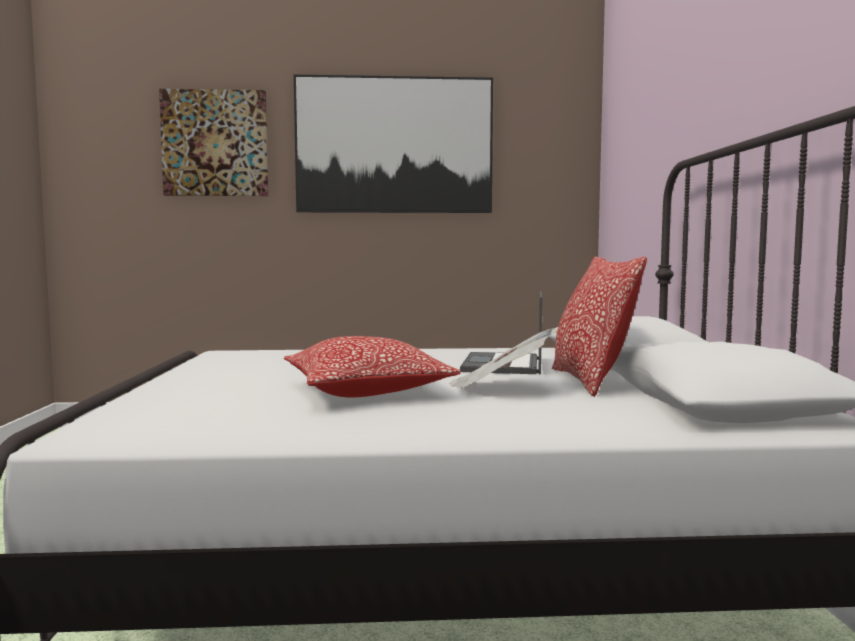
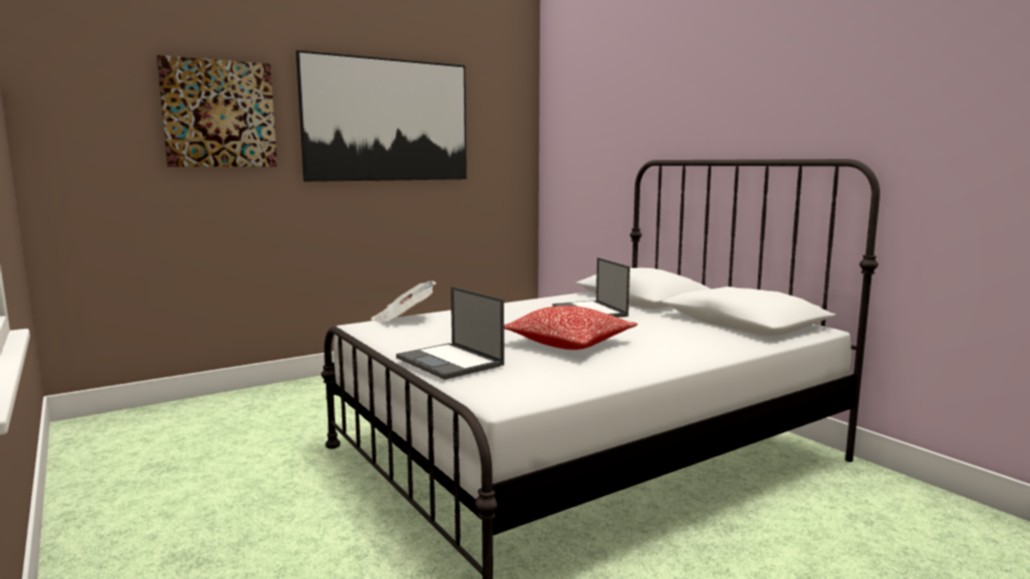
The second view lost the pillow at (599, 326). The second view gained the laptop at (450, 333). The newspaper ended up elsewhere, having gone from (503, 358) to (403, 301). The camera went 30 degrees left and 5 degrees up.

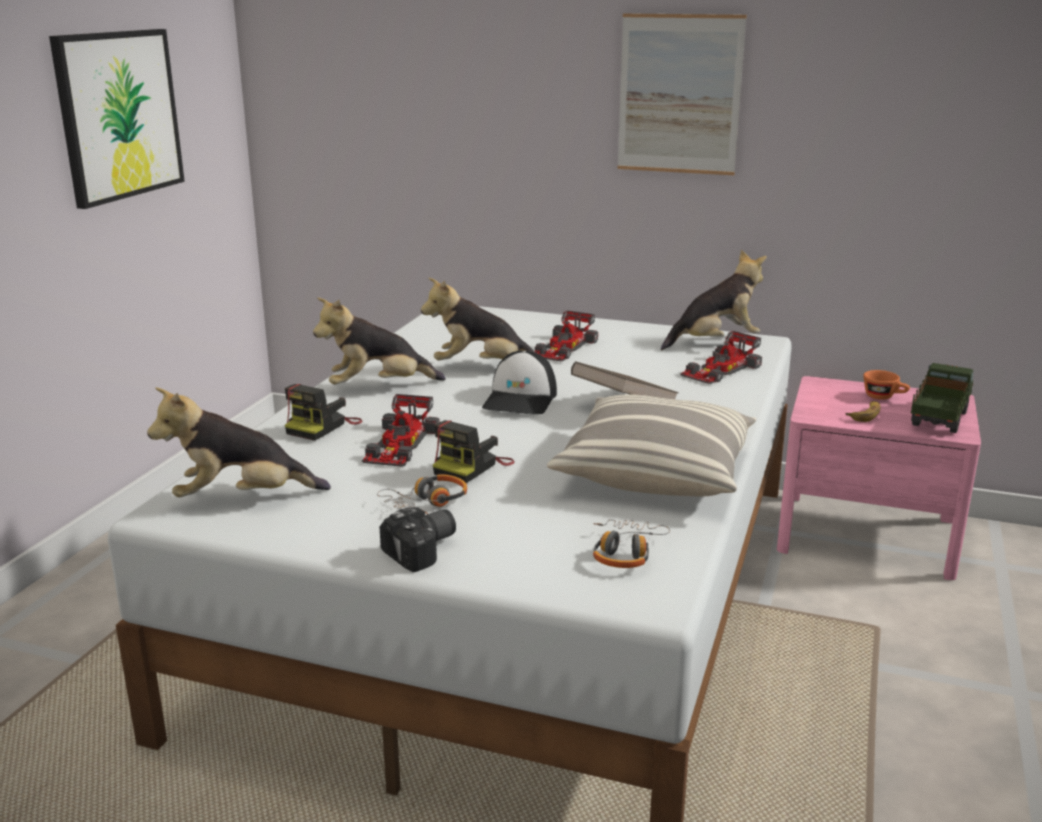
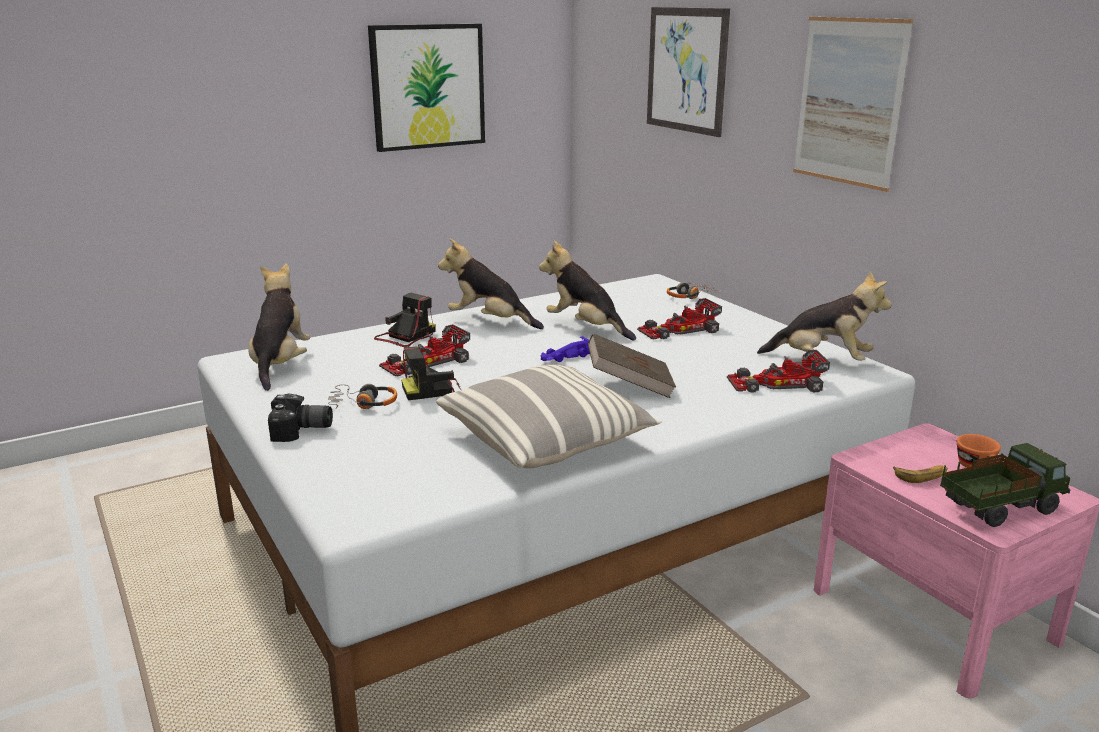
The second view gained the picture at (688, 72). The headphones ended up elsewhere, having gone from (631, 543) to (694, 290). Where the cap stood at (519, 382), the purple toy car came to stand at (565, 349). The plush toy at (239, 442) ended up facing another way, 60 degrees clockwise from before. The photo camera at (324, 412) ended up facing another way, 150 degrees clockwise from before. The camera went 40 degrees right and 0 degrees up.

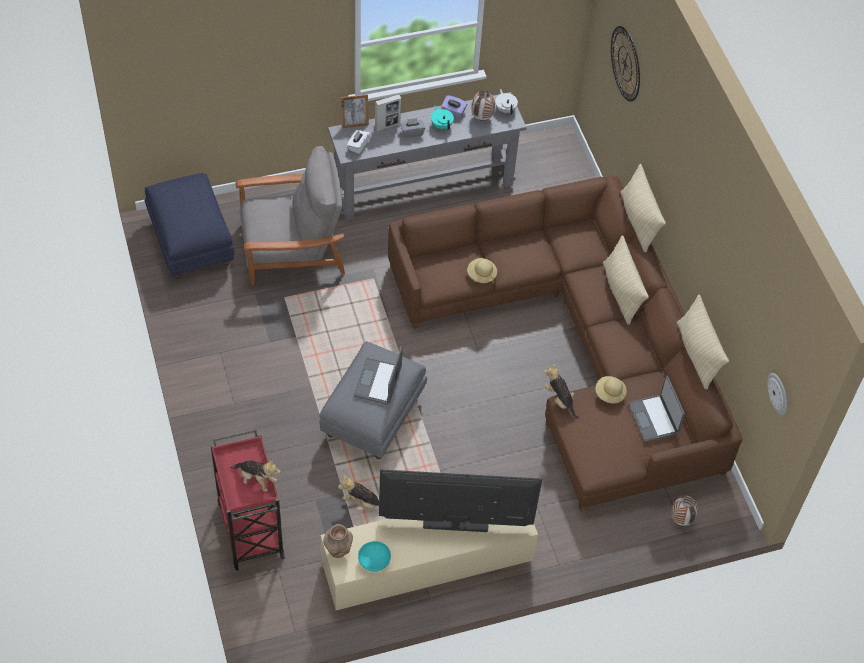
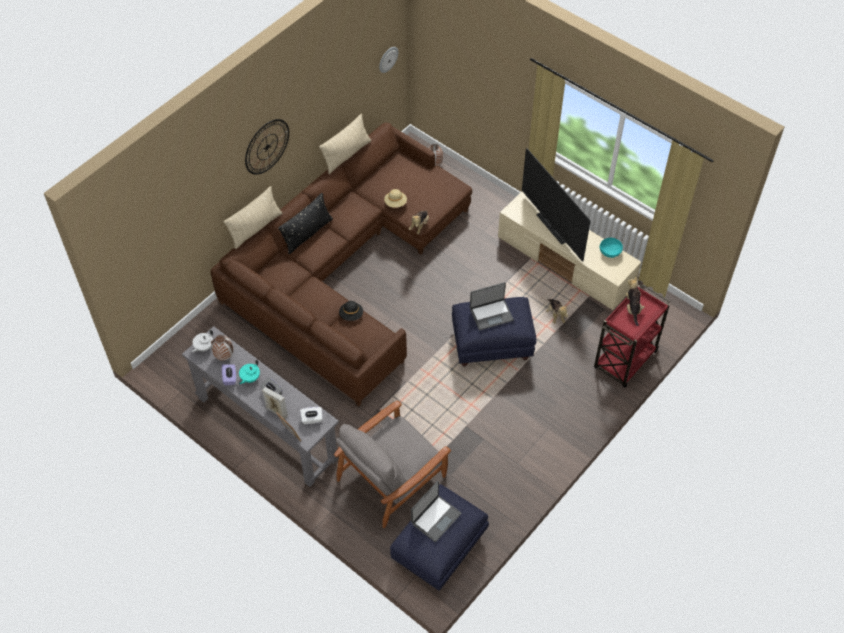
The second view lost the brown vase at (338, 541). The wall clock ended up elsewhere, having gone from (625, 64) to (267, 147). The laptop ended up elsewhere, having gone from (656, 408) to (436, 511). What was the grey ottoman at (373, 400) turned into the blue ottoman at (494, 332). What was the beige hat at (482, 271) turned into the black hat at (351, 311). What was the beige pillow at (626, 280) turned into the black pillow at (305, 223). The grey armchair at (290, 215) ended up facing another way, 90 degrees counterclockwise from before. The camera went 120 degrees left and 0 degrees up.

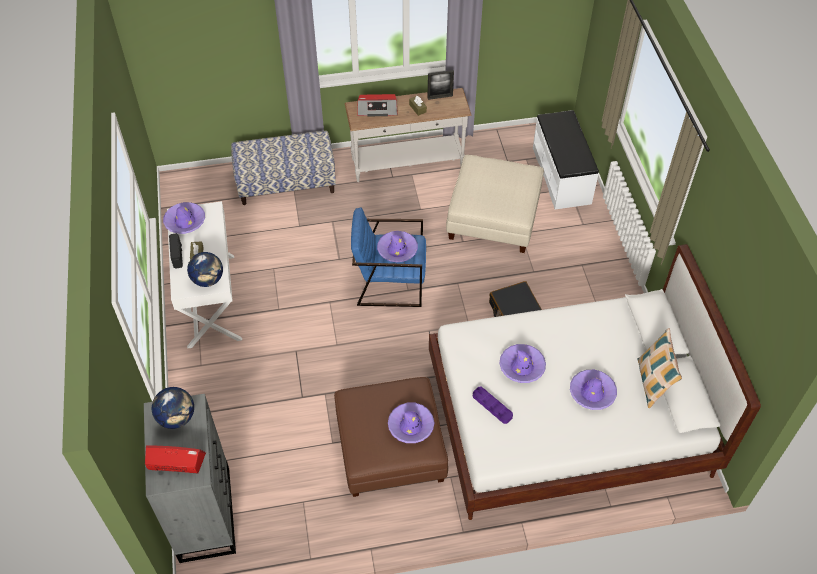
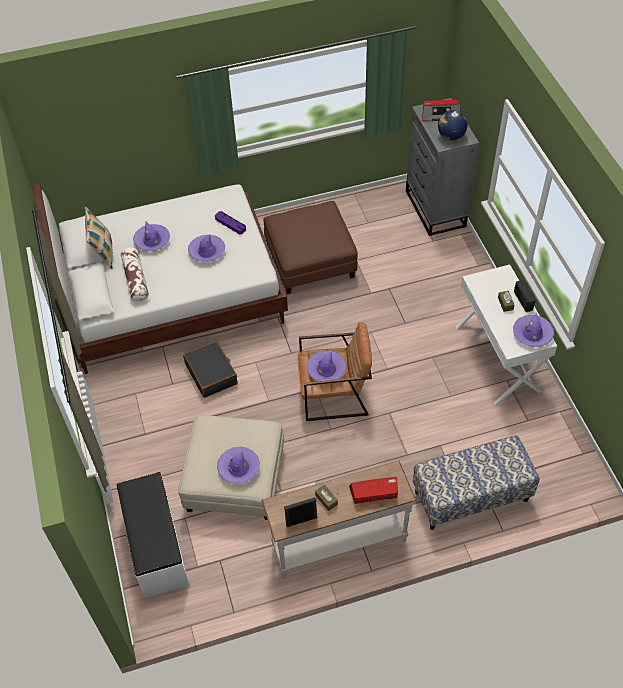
The second view lost the globe at (205, 269). The second view gained the pillow at (135, 274). The purple hat ended up elsewhere, having gone from (411, 423) to (238, 465). What was the blue armchair at (388, 257) turned into the brown armchair at (334, 371). The camera went 175 degrees right and 0 degrees up.

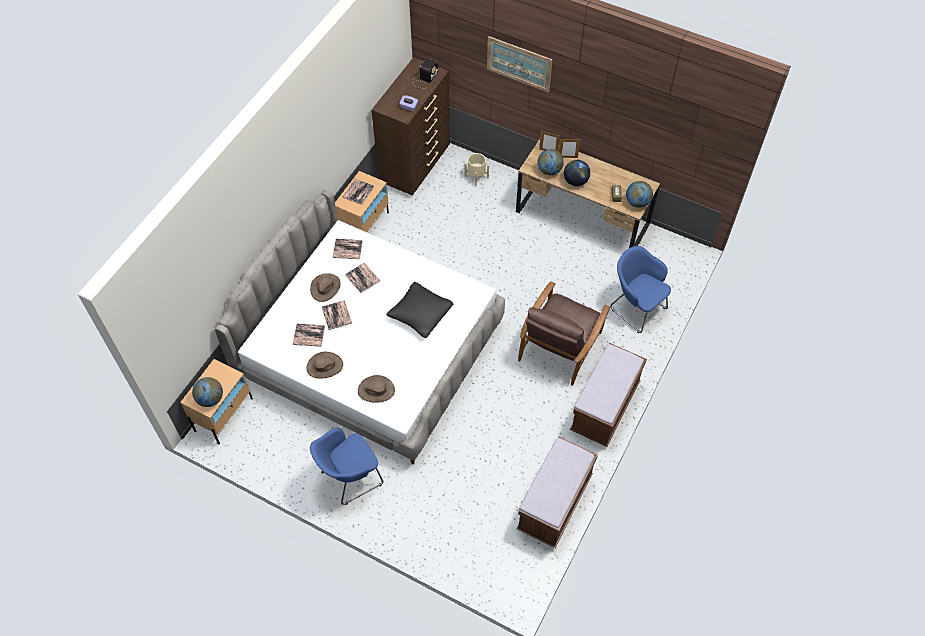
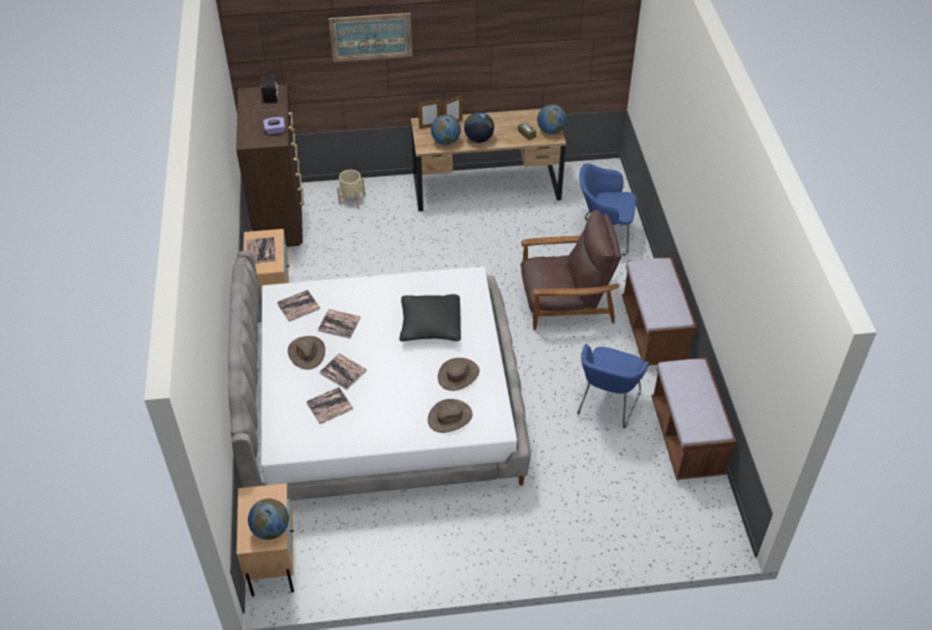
The brown hat ended up elsewhere, having gone from (324, 365) to (458, 374). The blue armchair ended up elsewhere, having gone from (346, 466) to (613, 386). The brown armchair at (564, 333) ended up facing another way, 90 degrees counterclockwise from before. The camera went 35 degrees left and 10 degrees down.

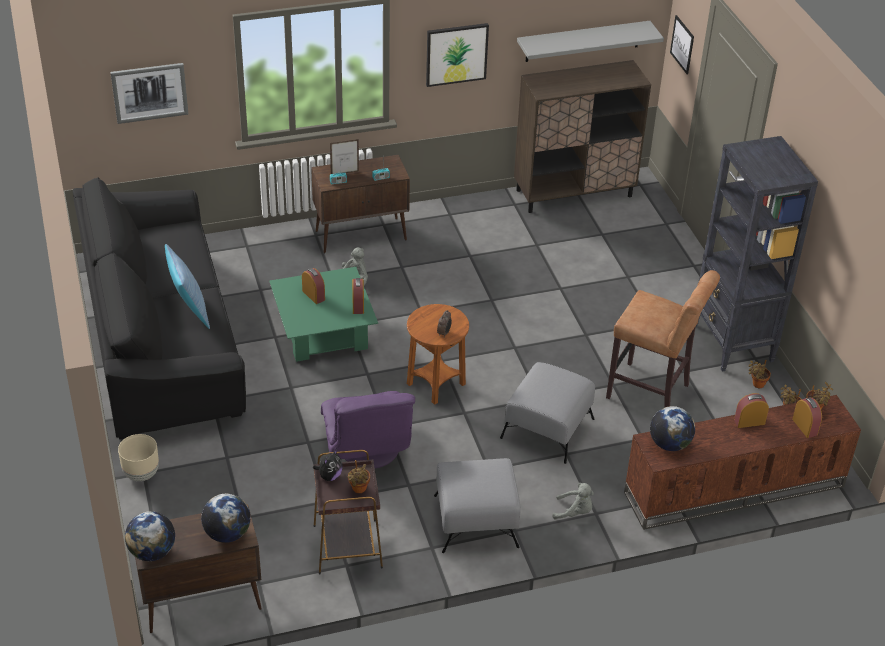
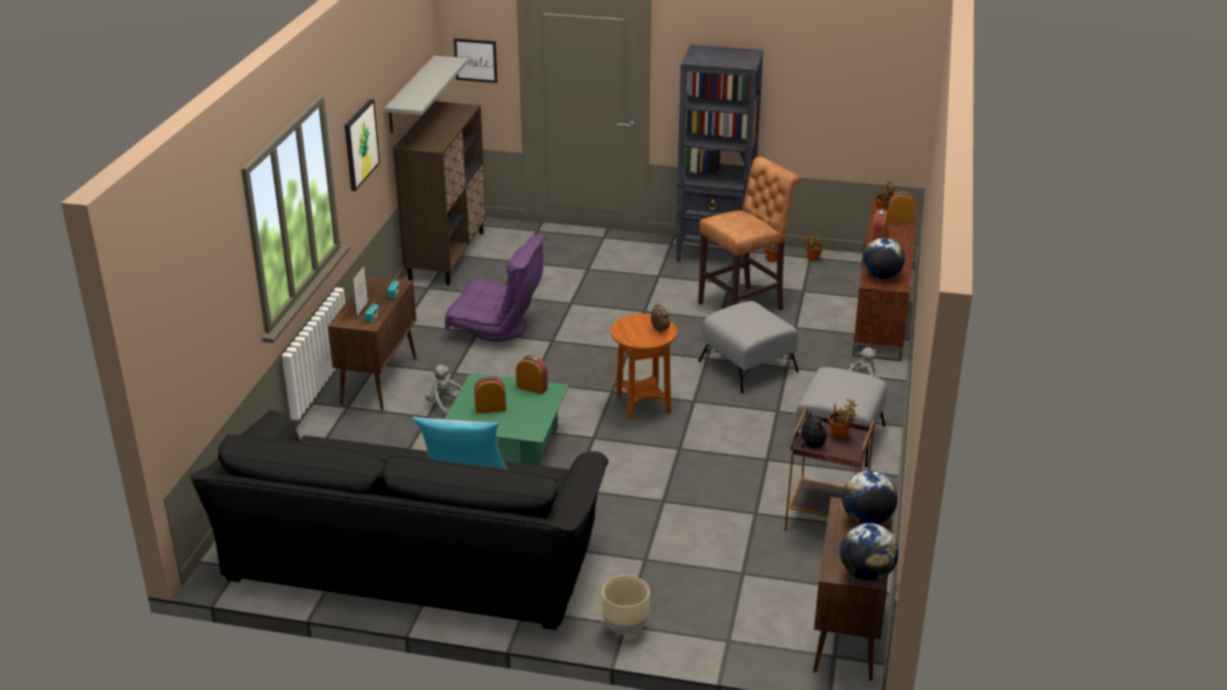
The second view lost the picture at (149, 93). The purple armchair ended up elsewhere, having gone from (368, 429) to (495, 288). The camera went 60 degrees left and 10 degrees down.

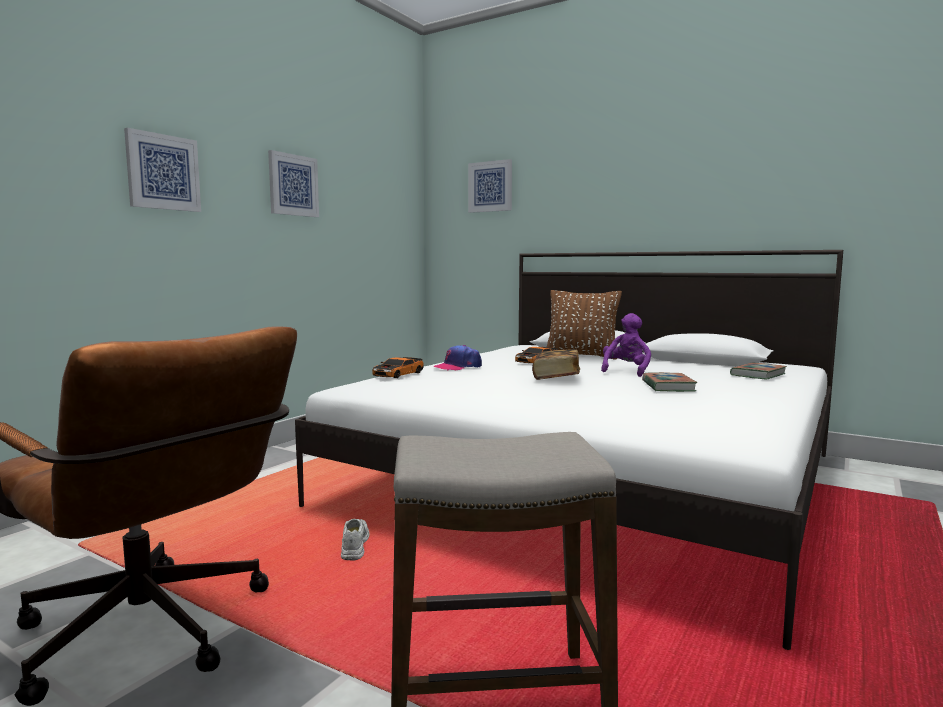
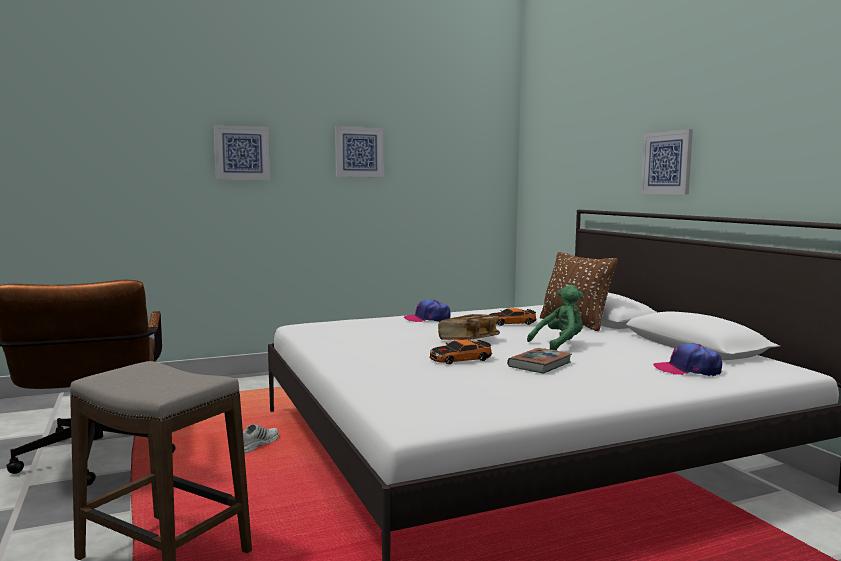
The toy car ended up elsewhere, having gone from (397, 367) to (461, 352). The picture ended up elsewhere, having gone from (490, 186) to (667, 161). Where the book stood at (758, 371), the cap came to stand at (687, 359). What was the purple plush toy at (626, 345) turned into the green plush toy at (555, 317). The camera went 35 degrees right and 0 degrees up.

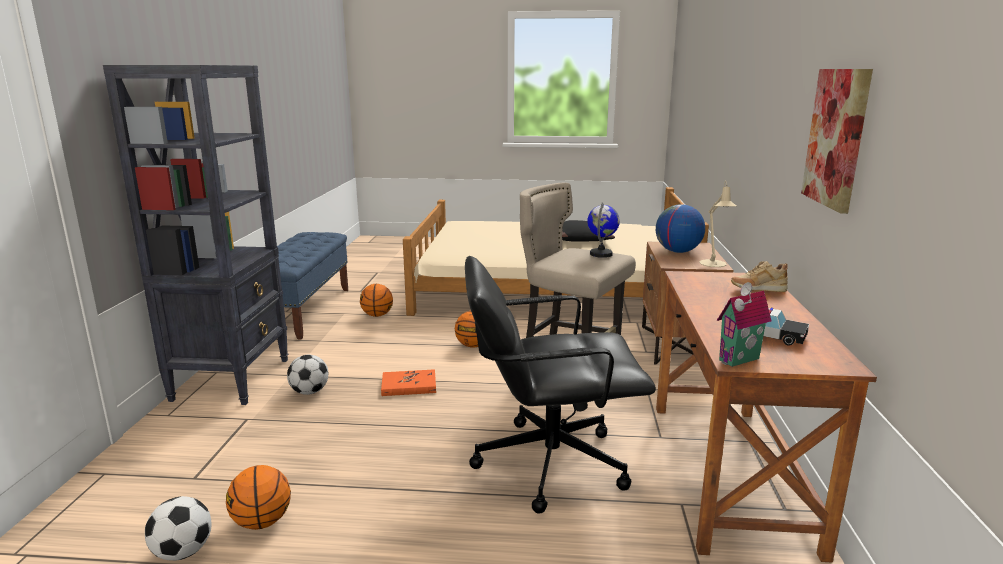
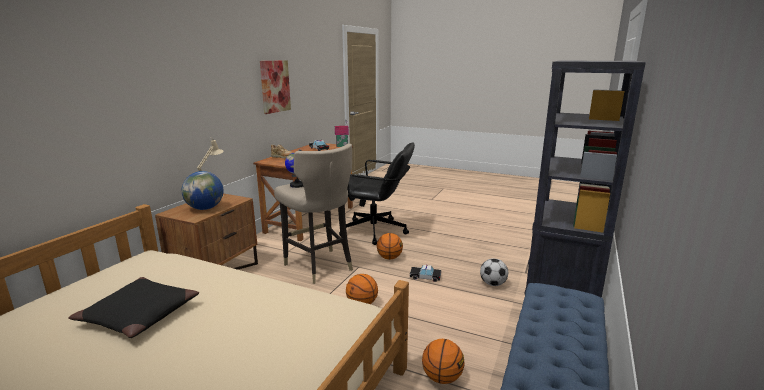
The second view lost the football at (178, 528). The basketball ended up elsewhere, having gone from (258, 497) to (390, 246). Where the orange book stood at (408, 382), the toy car came to stand at (425, 273). The camera went 160 degrees left and 0 degrees up.

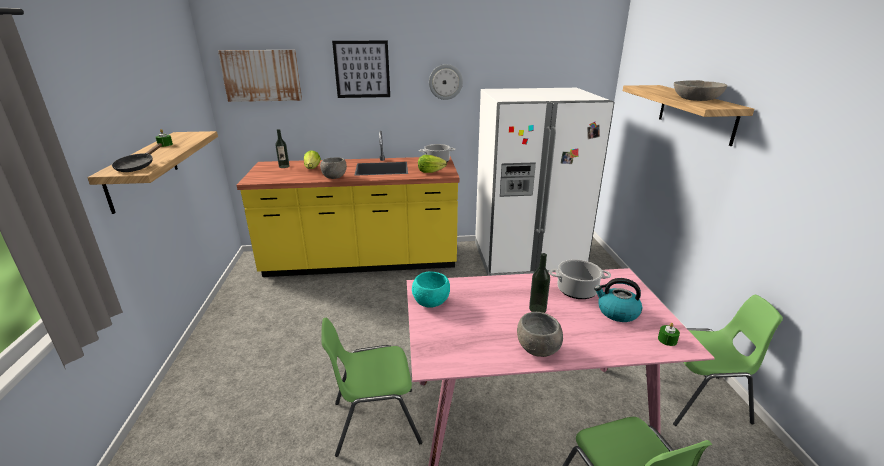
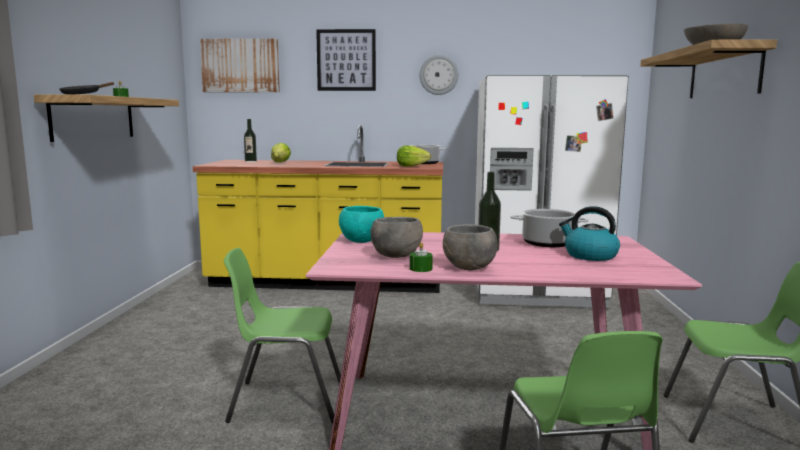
The grey bowl ended up elsewhere, having gone from (333, 168) to (397, 237). The green candle ended up elsewhere, having gone from (669, 334) to (421, 257). The camera went 10 degrees right and 15 degrees down.

